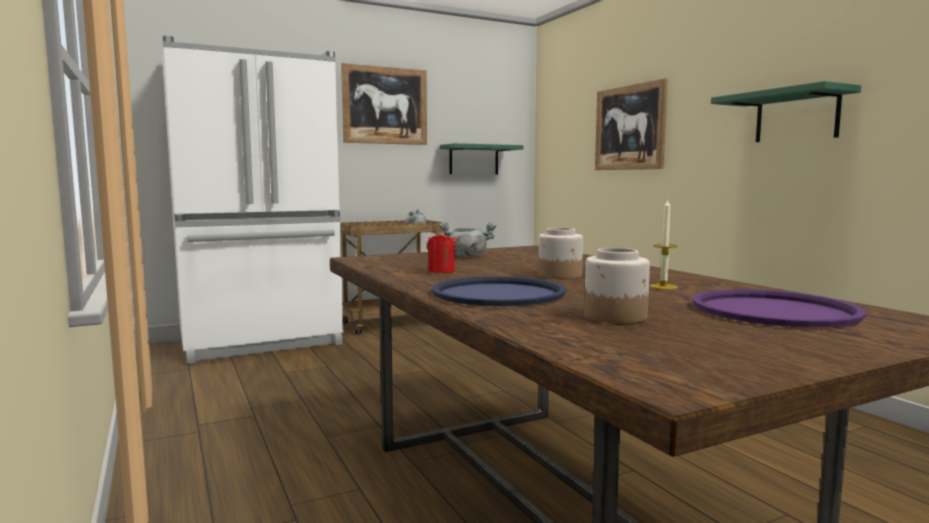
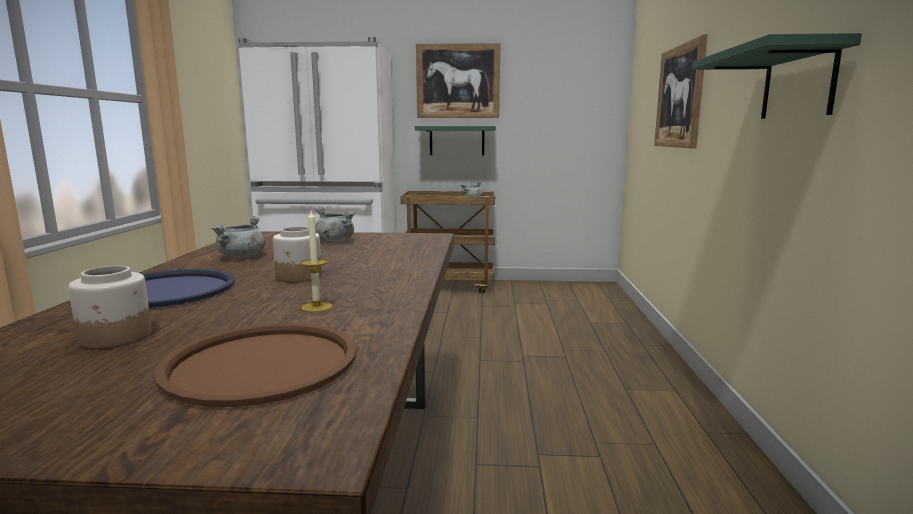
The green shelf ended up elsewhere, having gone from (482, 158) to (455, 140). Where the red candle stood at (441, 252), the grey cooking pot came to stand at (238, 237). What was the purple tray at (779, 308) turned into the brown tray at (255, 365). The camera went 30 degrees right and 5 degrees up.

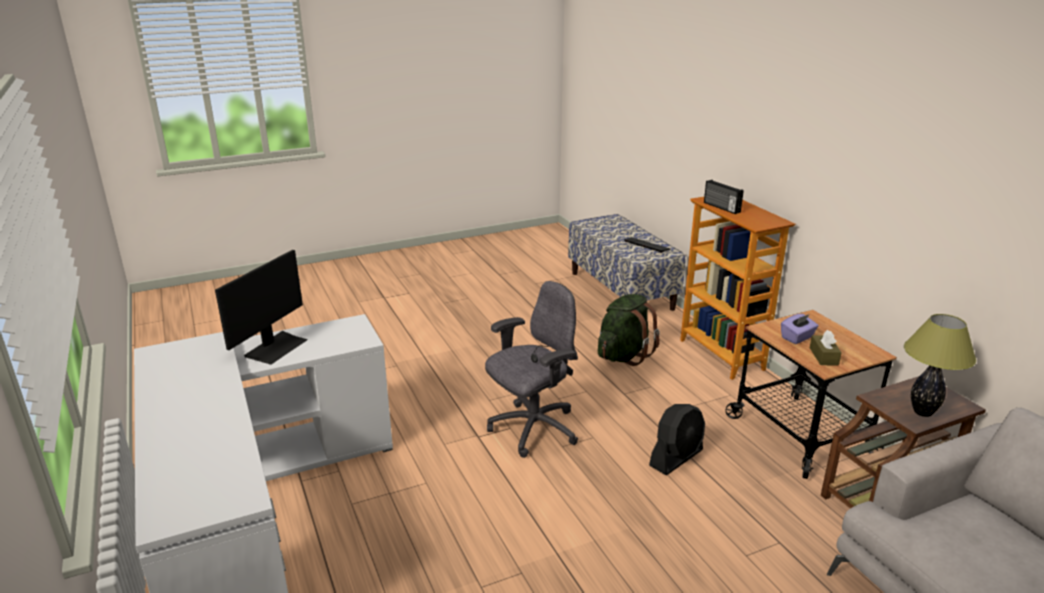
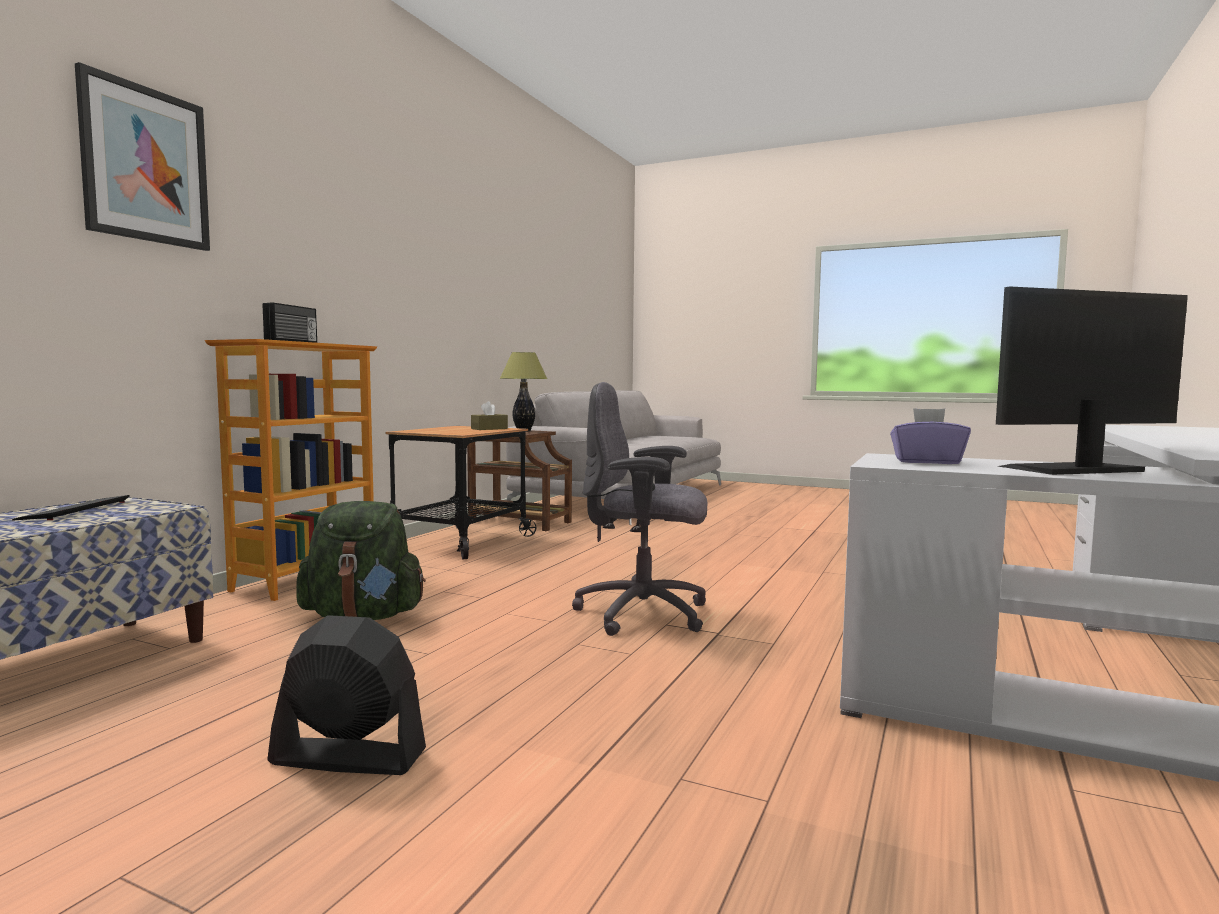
The second view gained the picture at (142, 156). The black fan ended up elsewhere, having gone from (677, 439) to (346, 695). The purple tissue box ended up elsewhere, having gone from (800, 329) to (930, 436). The camera went 130 degrees left and 20 degrees down.

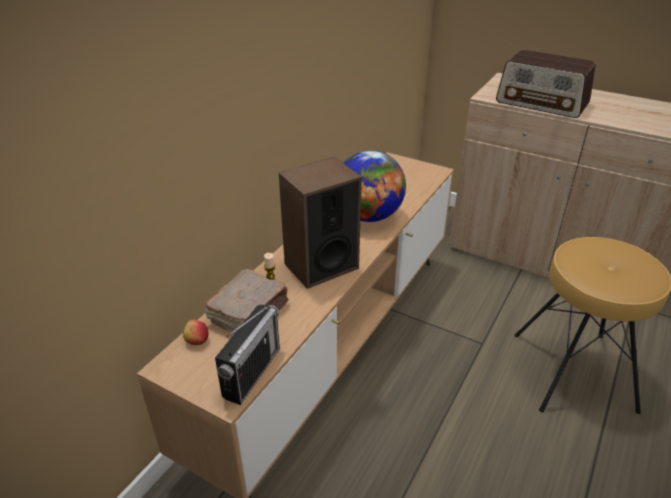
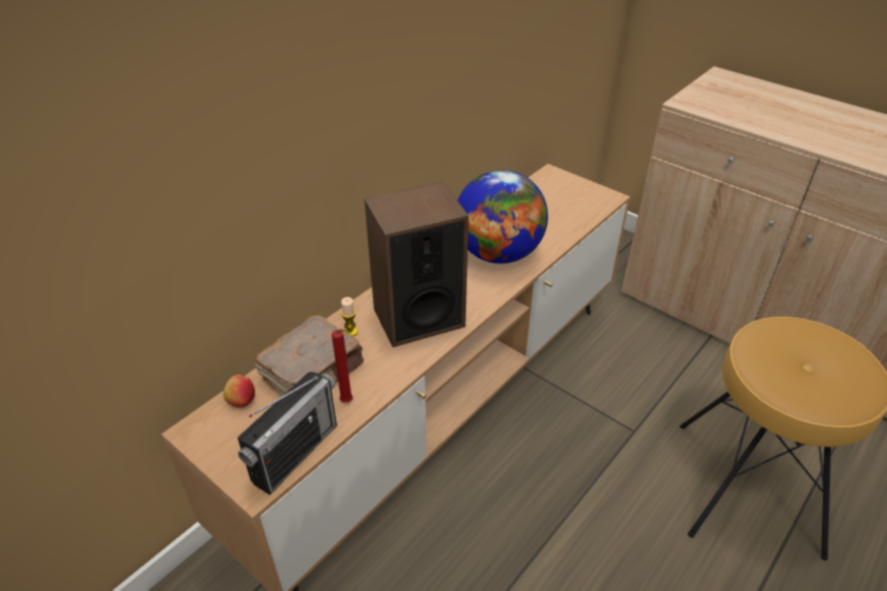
The second view lost the radio at (545, 84). The second view gained the red candle at (342, 366). The camera went 10 degrees right and 5 degrees up.

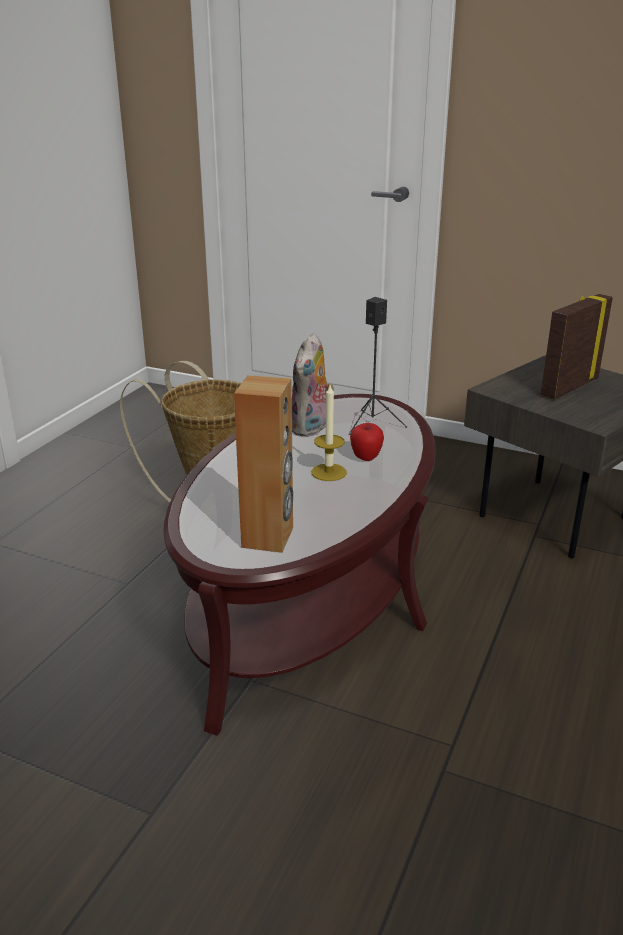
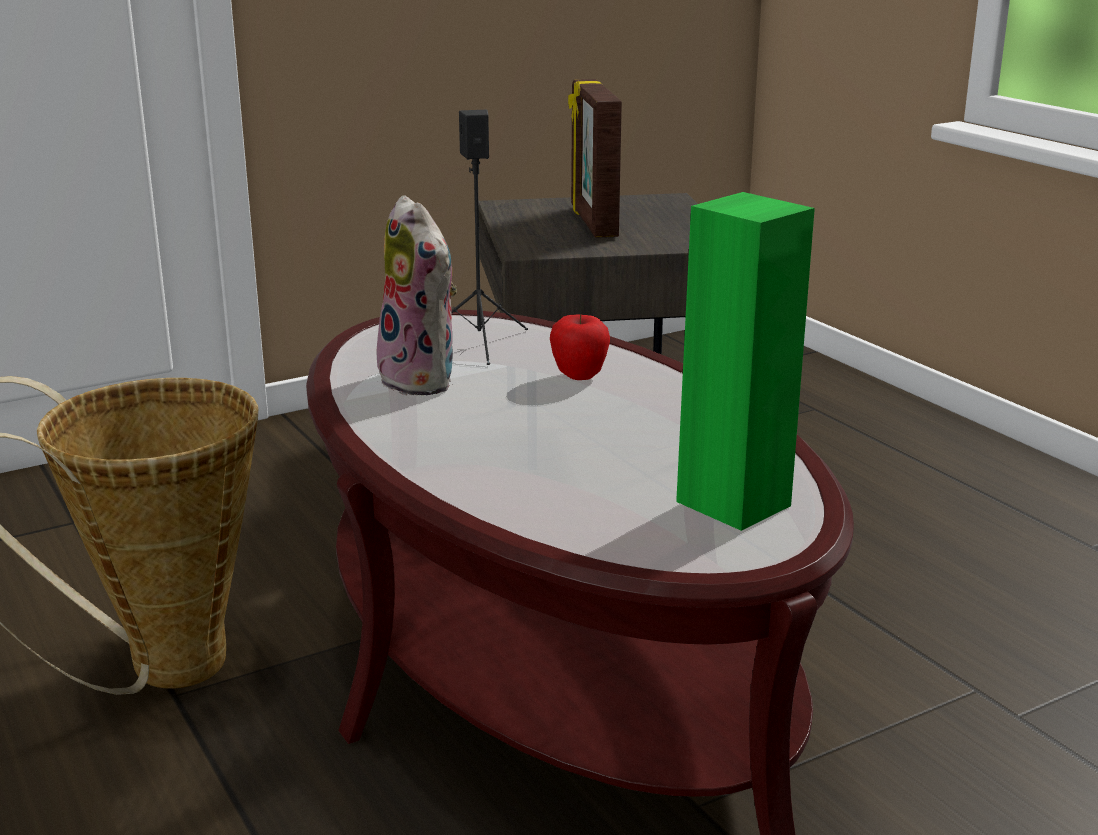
The second view lost the candle at (329, 433). What was the brown speaker at (263, 464) turned into the green speaker at (745, 361). The camera went 55 degrees left and 5 degrees down.

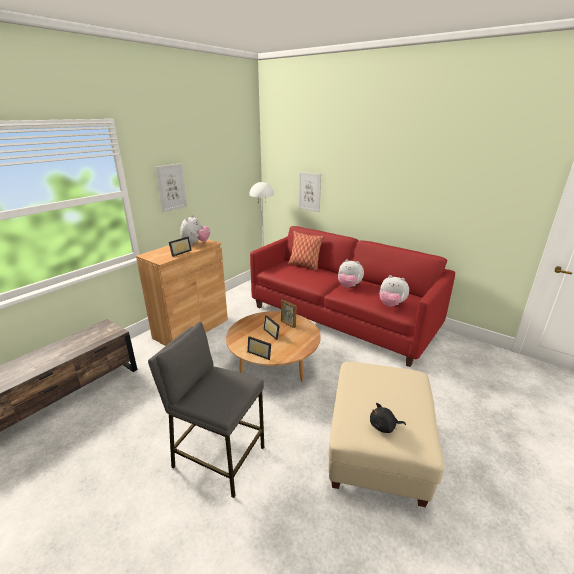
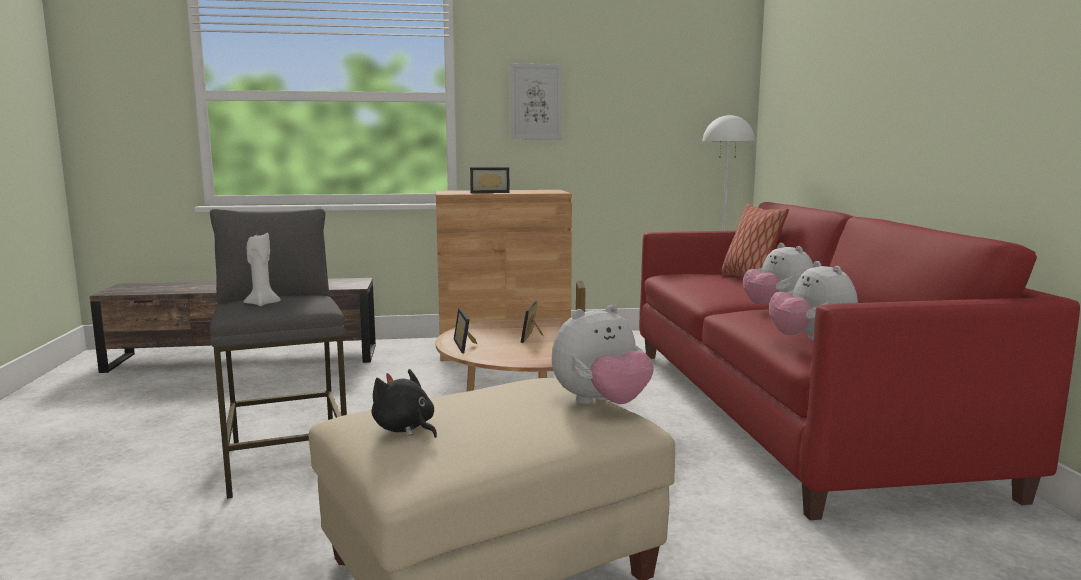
The second view lost the picture at (309, 192). The second view gained the white candle at (262, 269). The plush toy ended up elsewhere, having gone from (195, 230) to (603, 354). The camera went 45 degrees right and 15 degrees down.

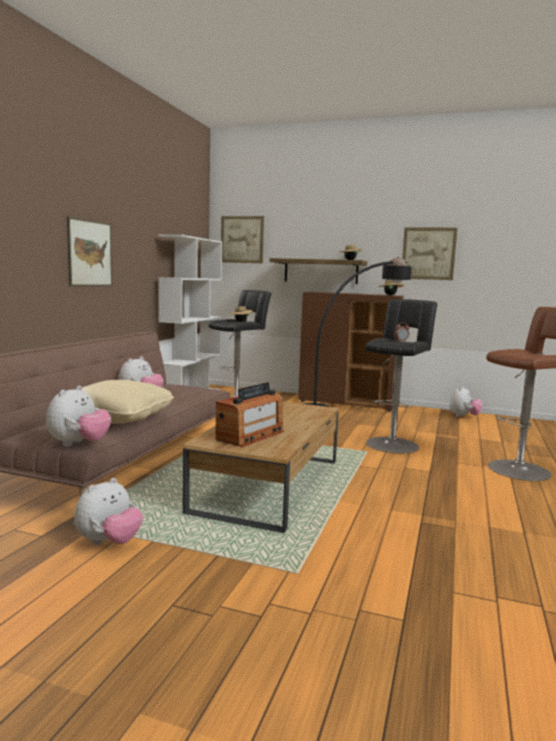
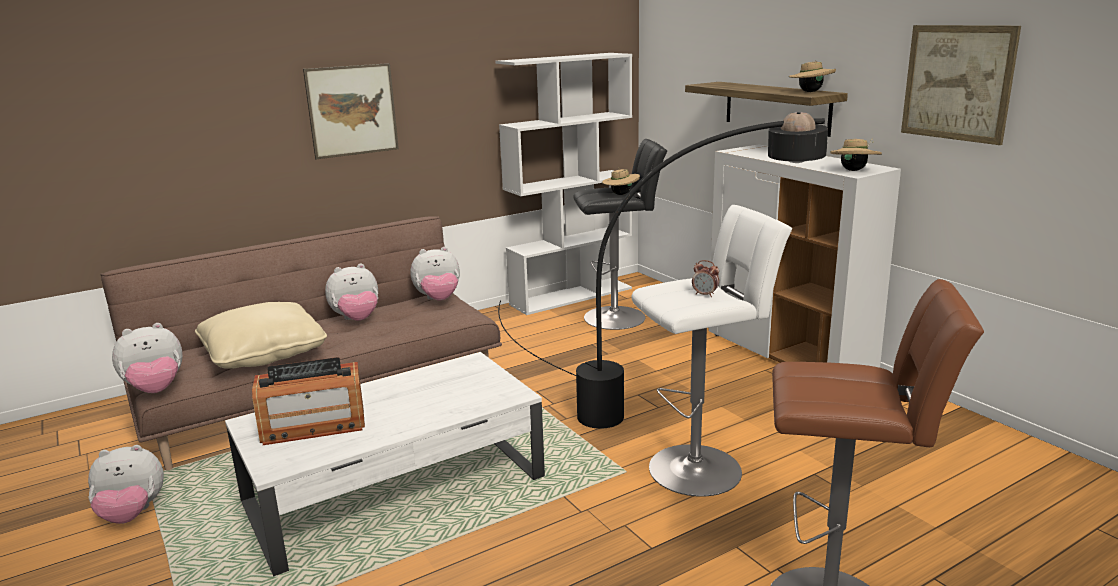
The second view lost the picture at (242, 239). The plush toy ended up elsewhere, having gone from (466, 401) to (435, 273). What was the brown coffee table at (261, 467) turned into the white coffee table at (385, 464). What was the brown cabinet at (351, 352) turned into the white cabinet at (804, 256). What was the black stool at (401, 376) turned into the white stool at (712, 351). The camera went 40 degrees right and 10 degrees up.

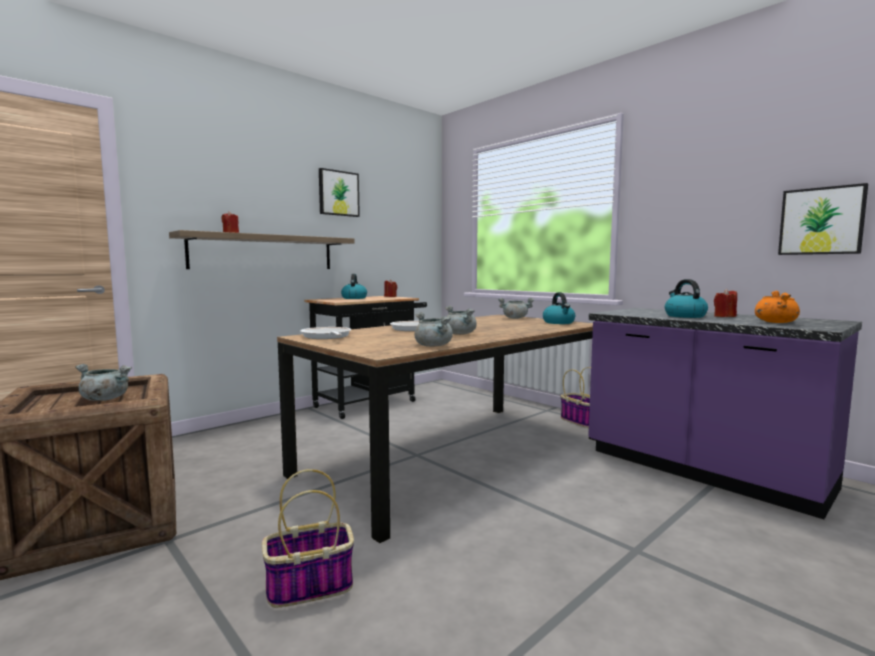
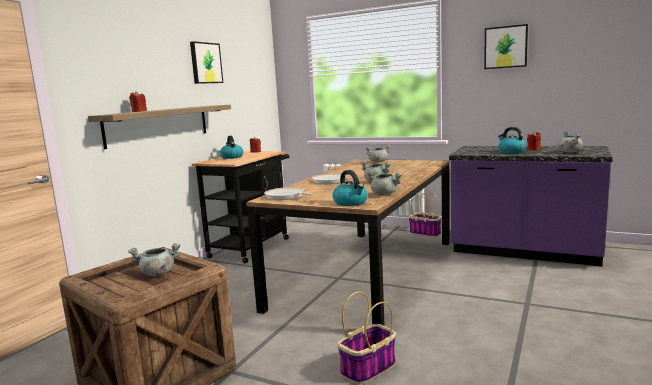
The kettle ended up elsewhere, having gone from (559, 308) to (350, 188). The picture ended up elsewhere, having gone from (823, 219) to (506, 46). What was the orange cooking pot at (777, 307) turned into the grey cooking pot at (570, 142). The camera went 20 degrees left and 5 degrees up.

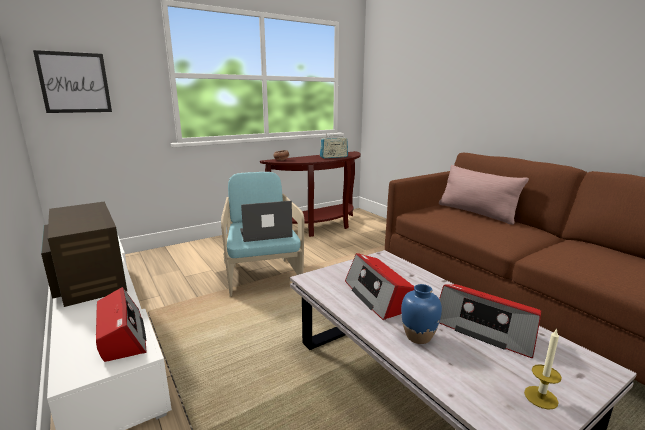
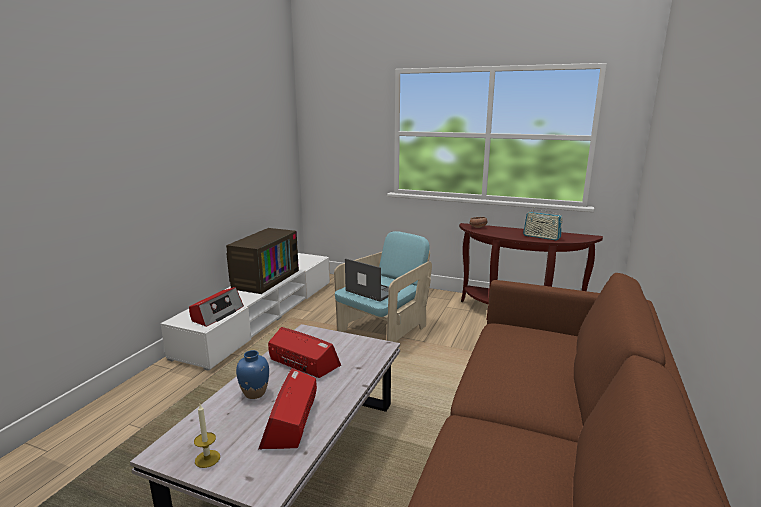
The second view lost the picture at (72, 81). The second view lost the pink pillow at (484, 195). The radio at (379, 286) ended up facing another way, 90 degrees clockwise from before. The camera went 55 degrees right and 0 degrees up.

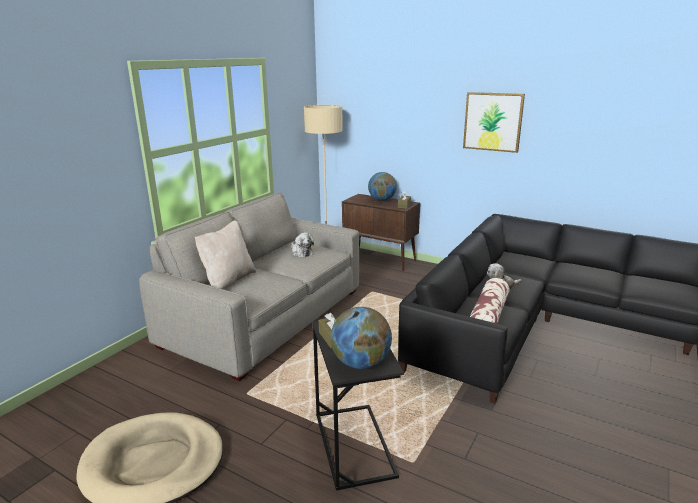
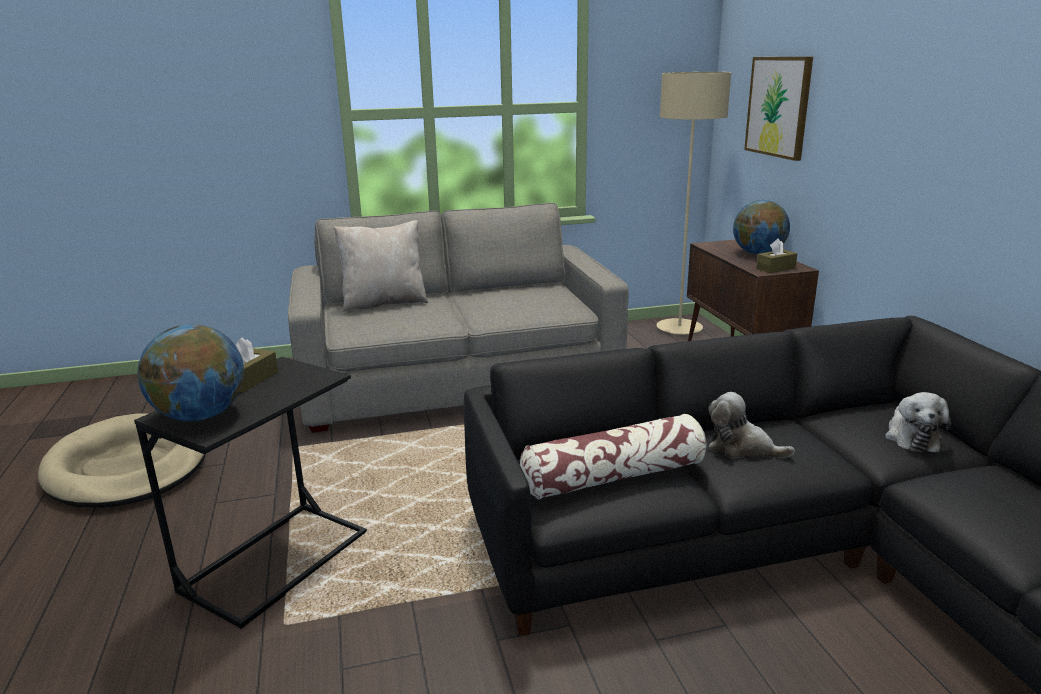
The plush toy ended up elsewhere, having gone from (302, 244) to (918, 422). The picture ended up elsewhere, having gone from (494, 122) to (778, 109). The camera went 45 degrees right and 0 degrees up.

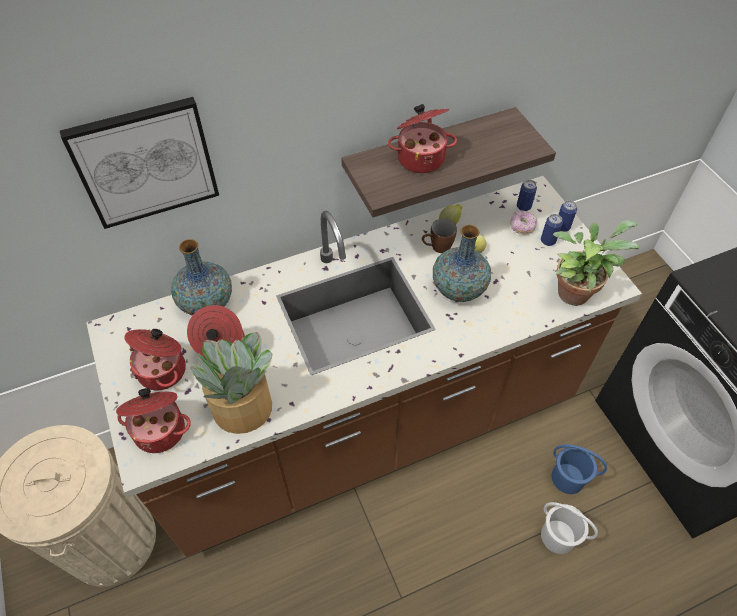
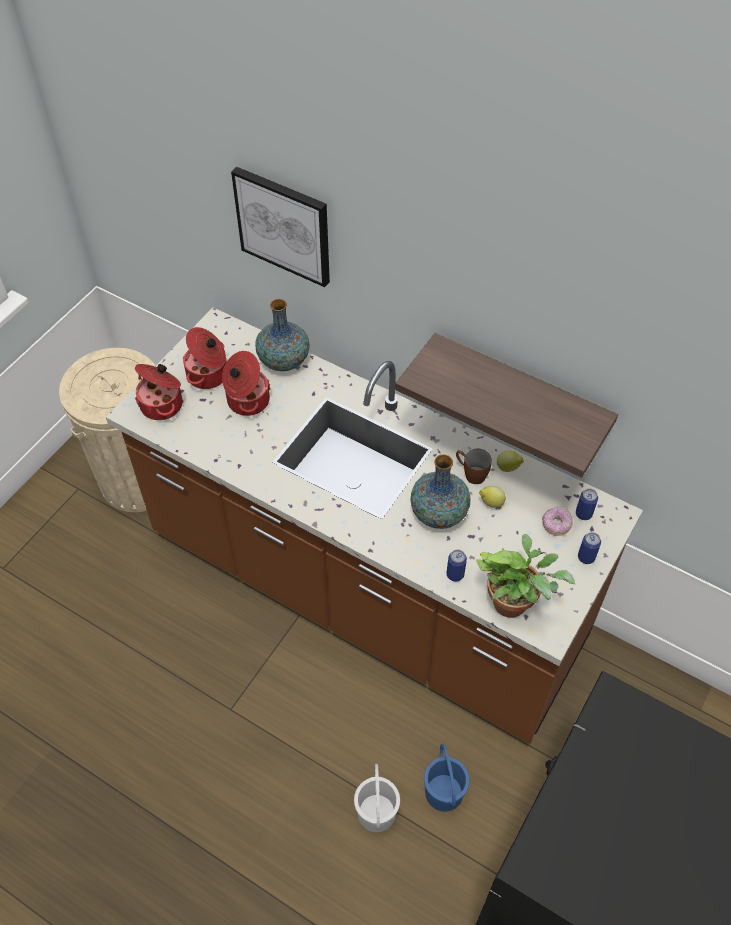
The second view lost the potted plant at (231, 383). The second view lost the cooking pot at (422, 139). The can ended up elsewhere, having gone from (552, 230) to (456, 565). The camera went 55 degrees right and 0 degrees up.

